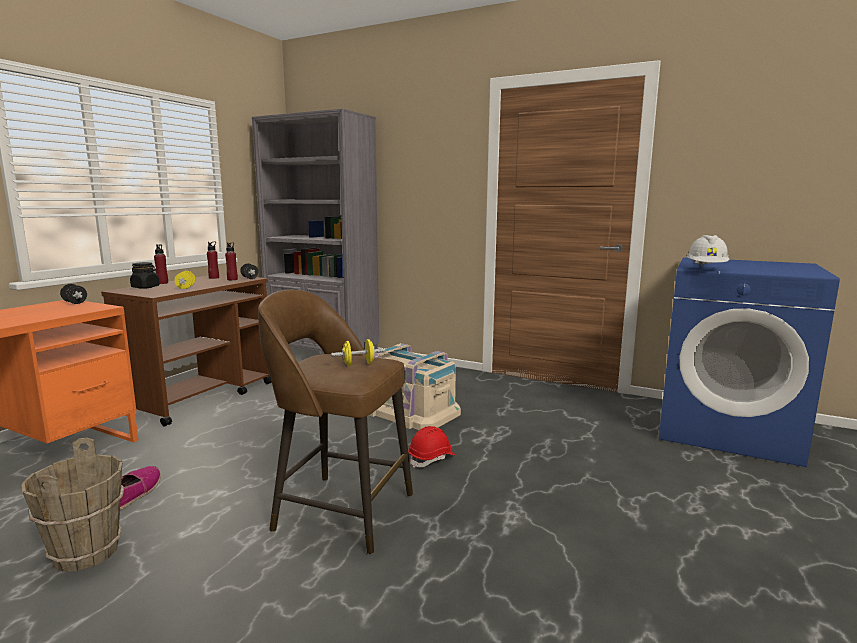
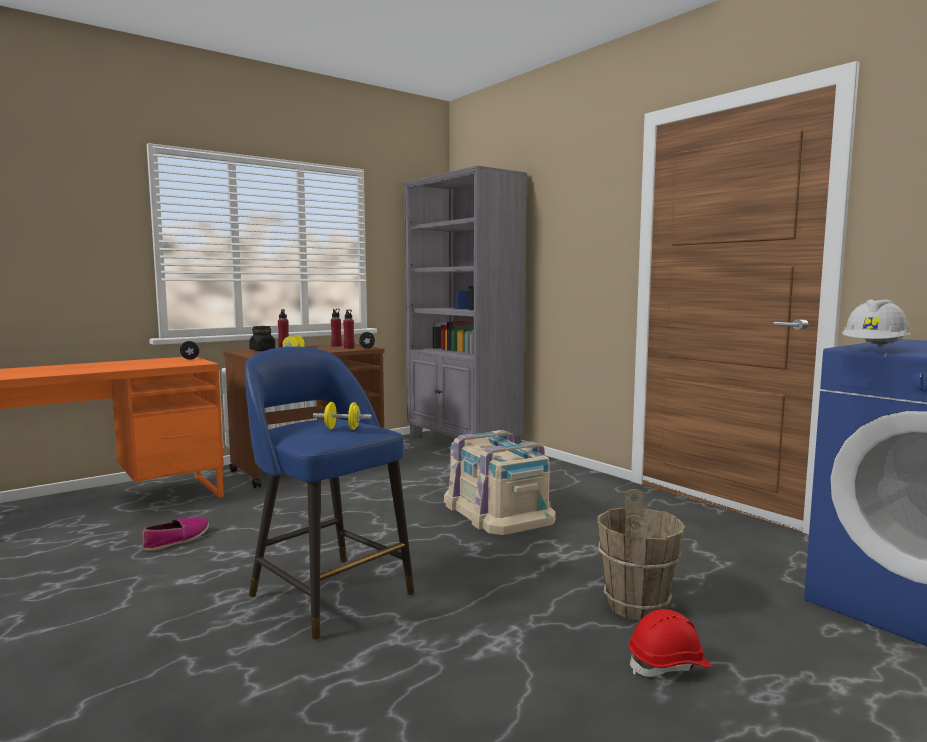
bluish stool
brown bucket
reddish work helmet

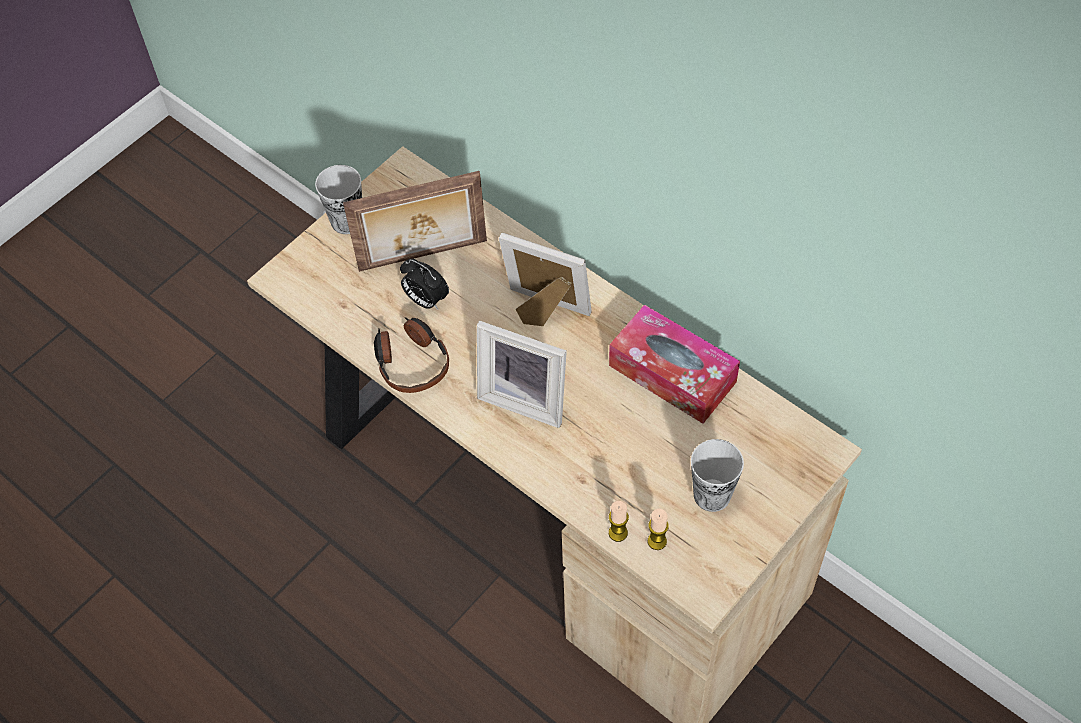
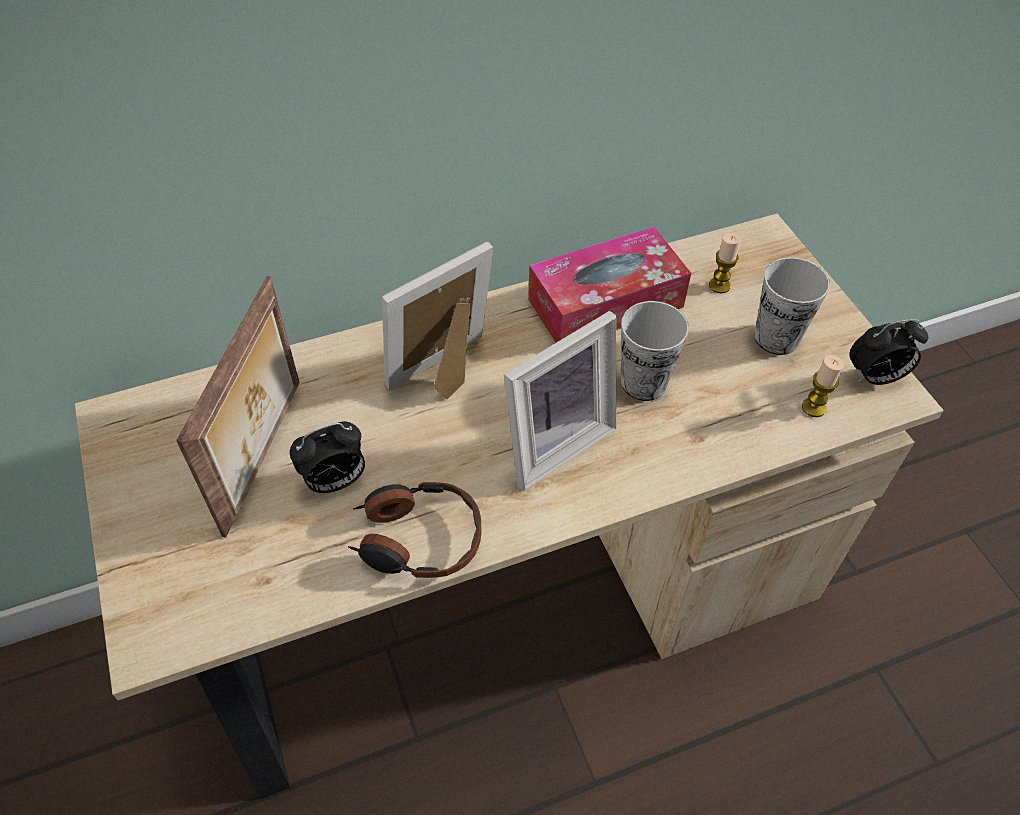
cup (1st from left)
wax light (1st from left)
alarm clock (2nd from left)

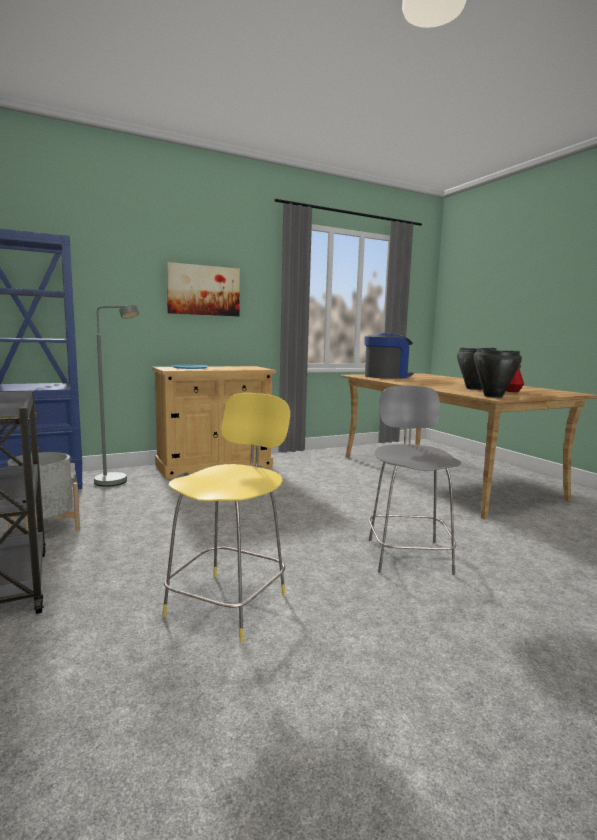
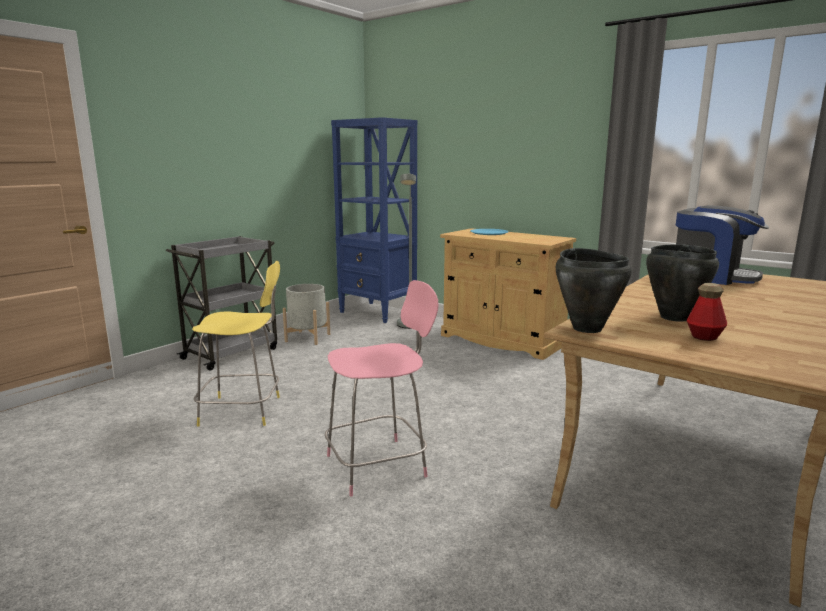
pink-coloured stool
wall art

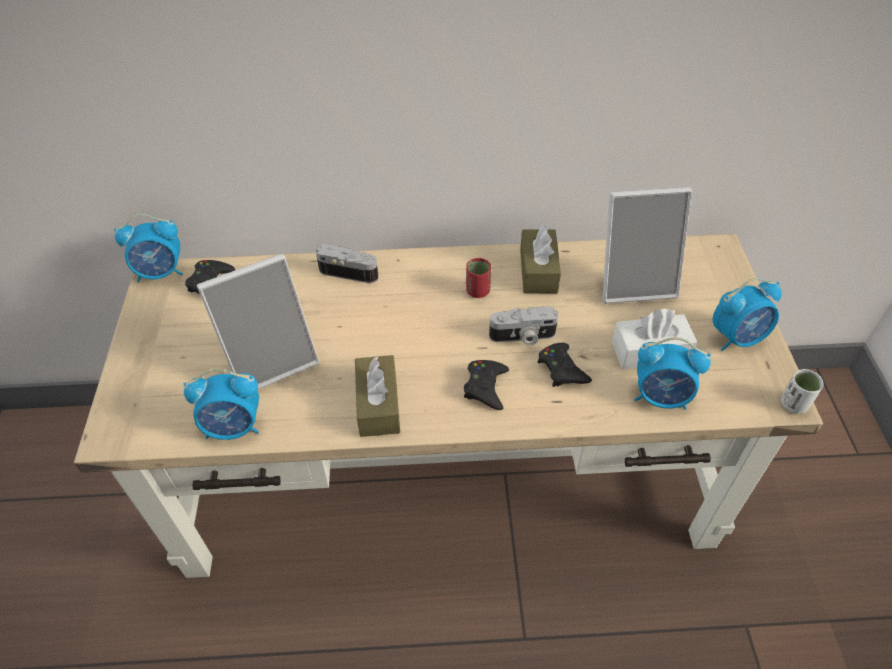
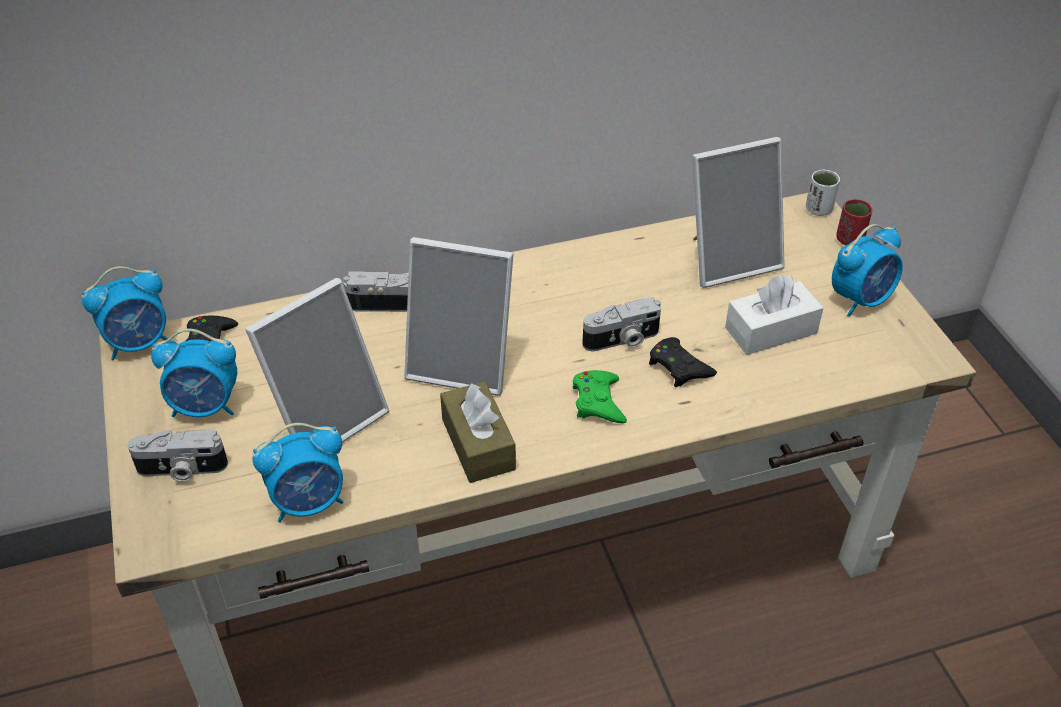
photo camera (1st from left)
alarm clock (2nd from left)
picture frame (2nd from left)
greenish gamepad
whitish cup
reddish cup
brown box of tissues (2nd from left in the first image)

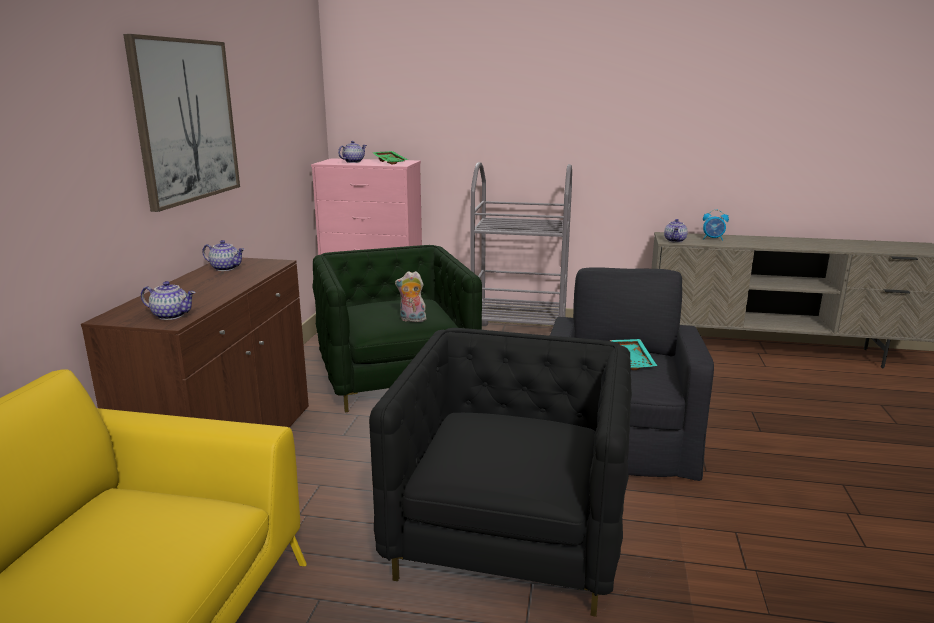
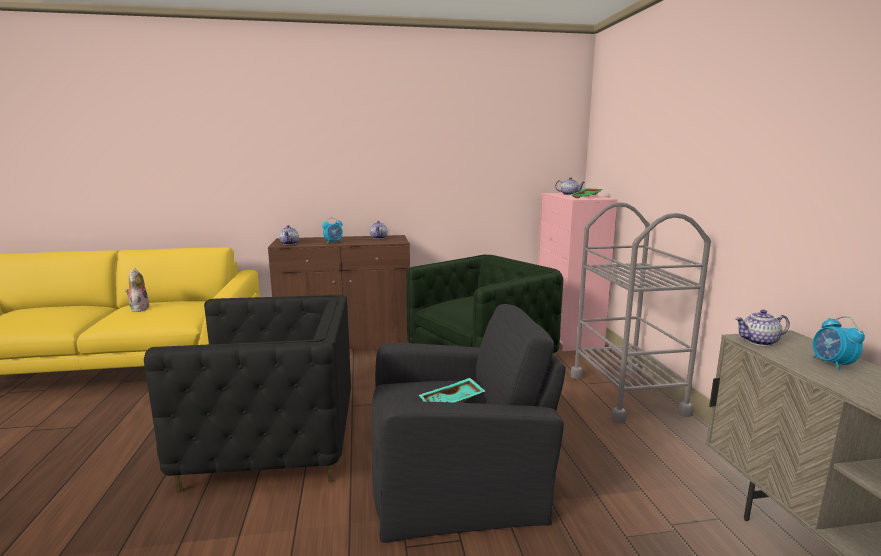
soft toy
alarm clock (1st from left)
wall art

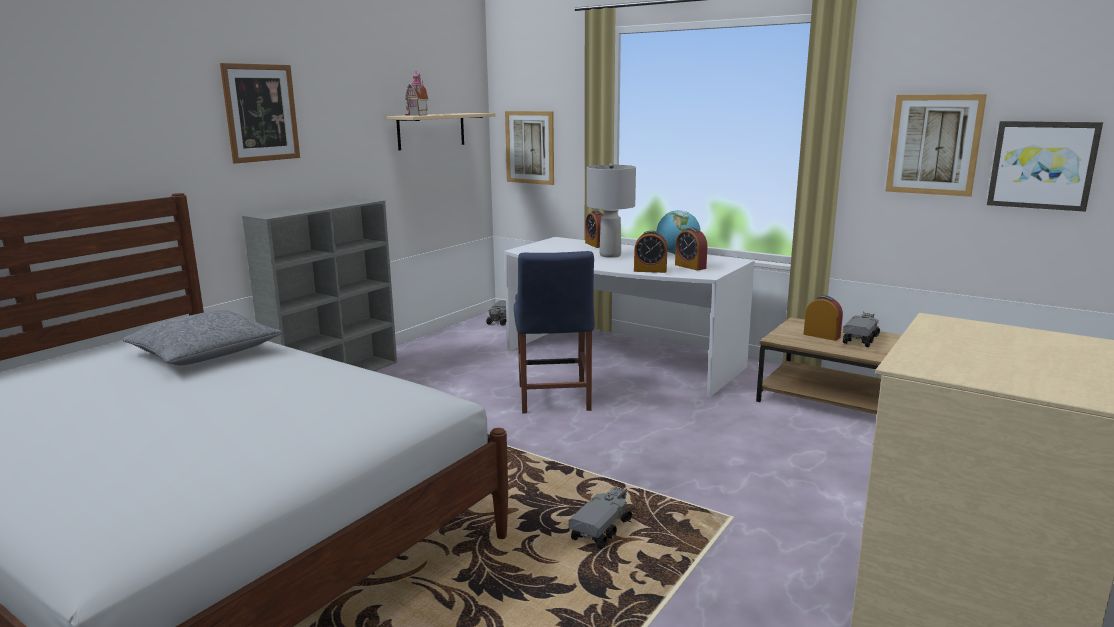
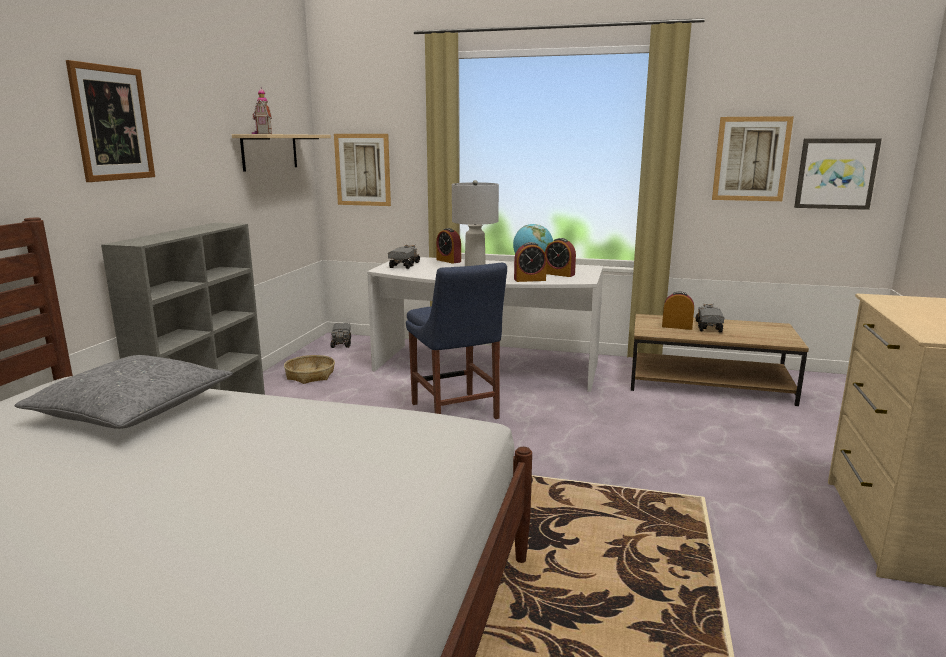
basket
model truck (2nd from left)

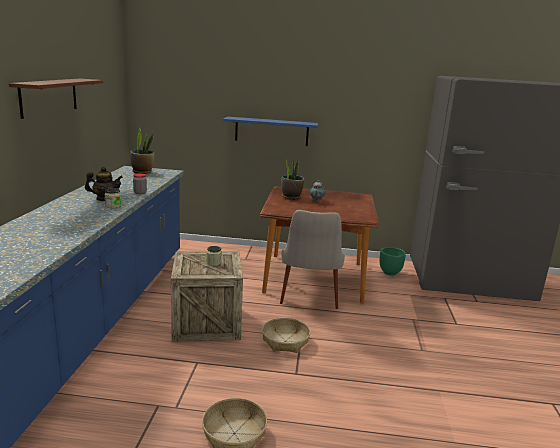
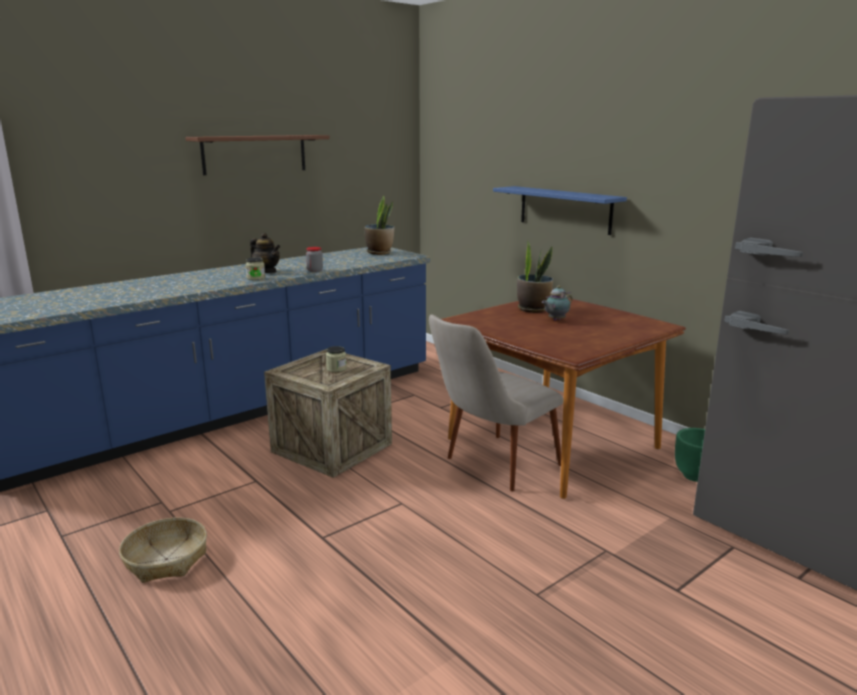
basket (2nd from left in the first image)

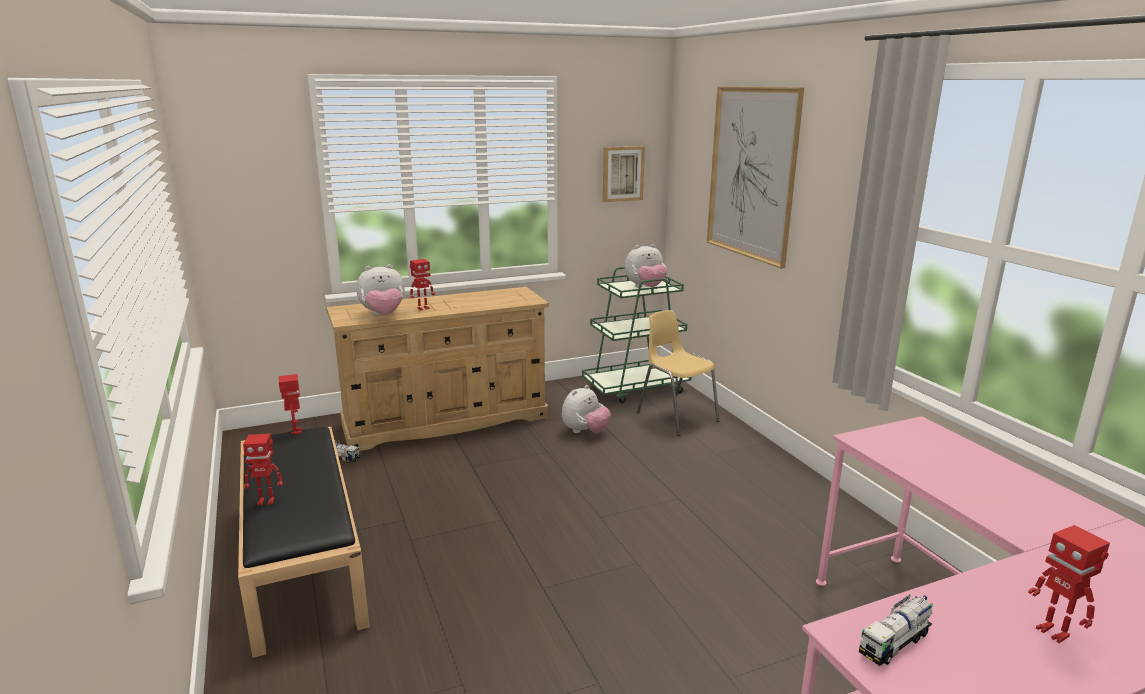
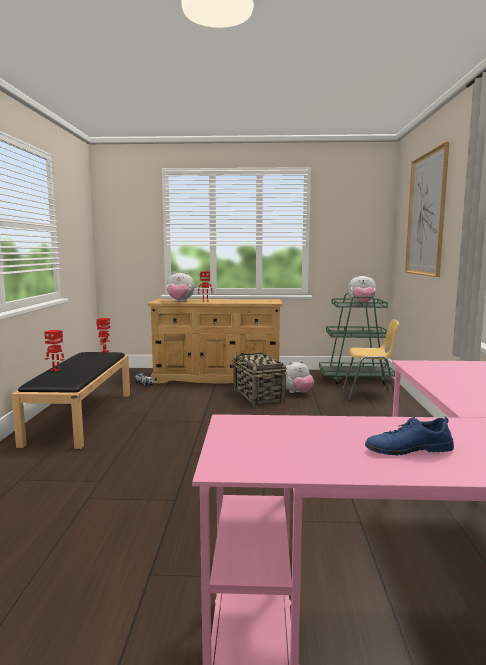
basket
yellowish chair
bluish low shoe
wall art (1st from left in the first image)
model truck (2nd from left in the first image)

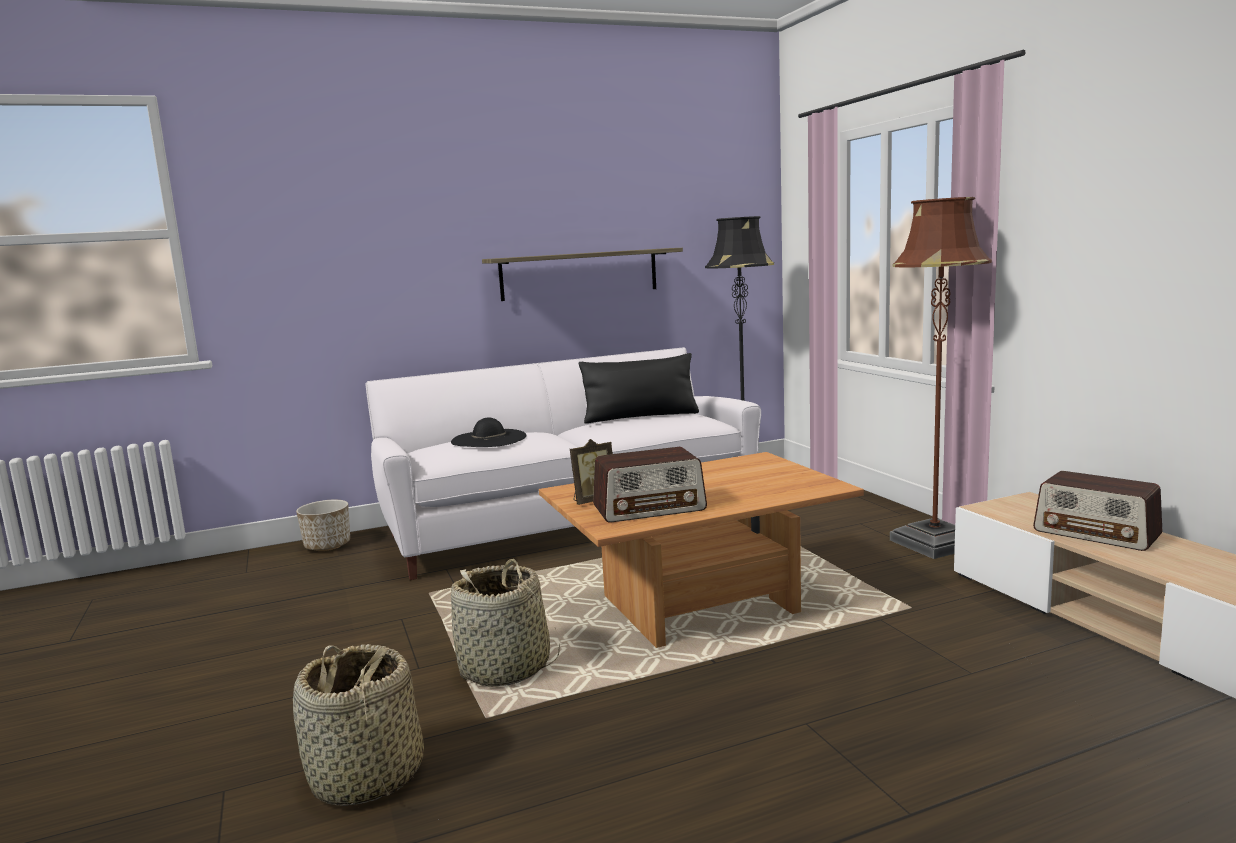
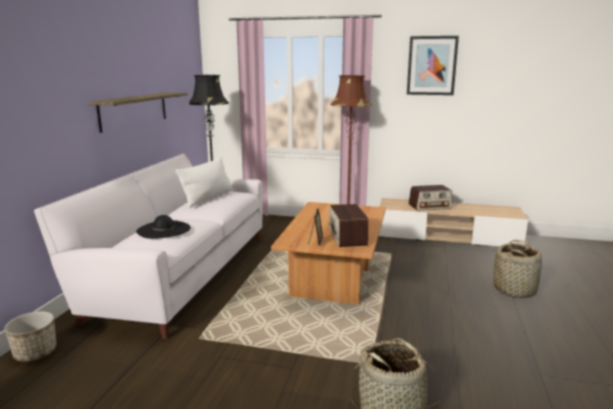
whitish pillow
radio (1st from left)
wall art
basket (2nd from left)

